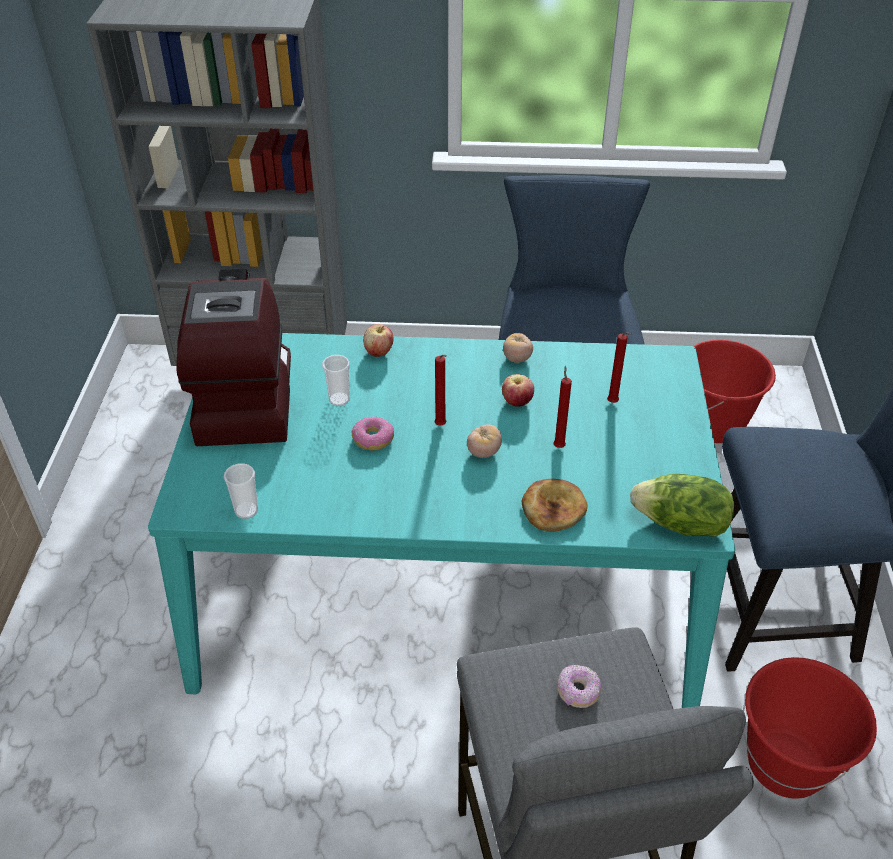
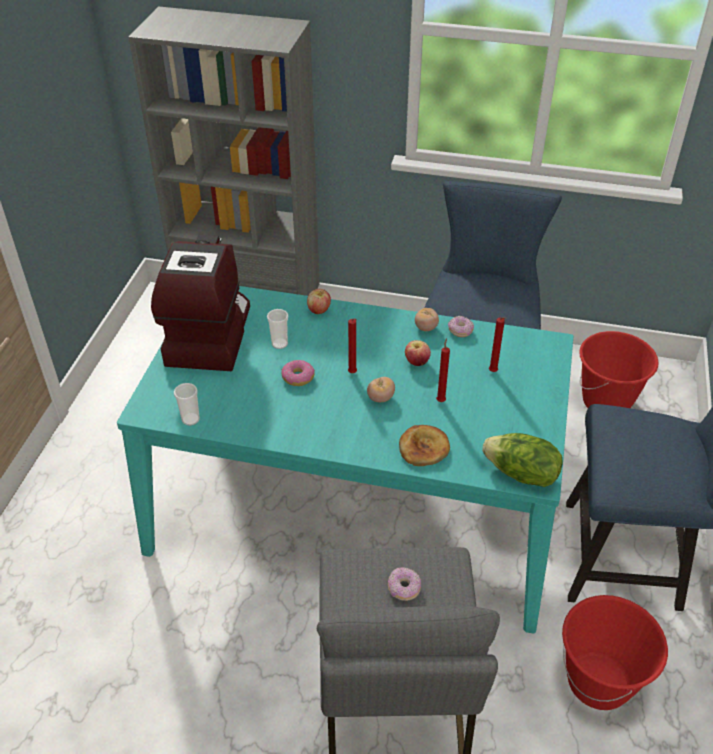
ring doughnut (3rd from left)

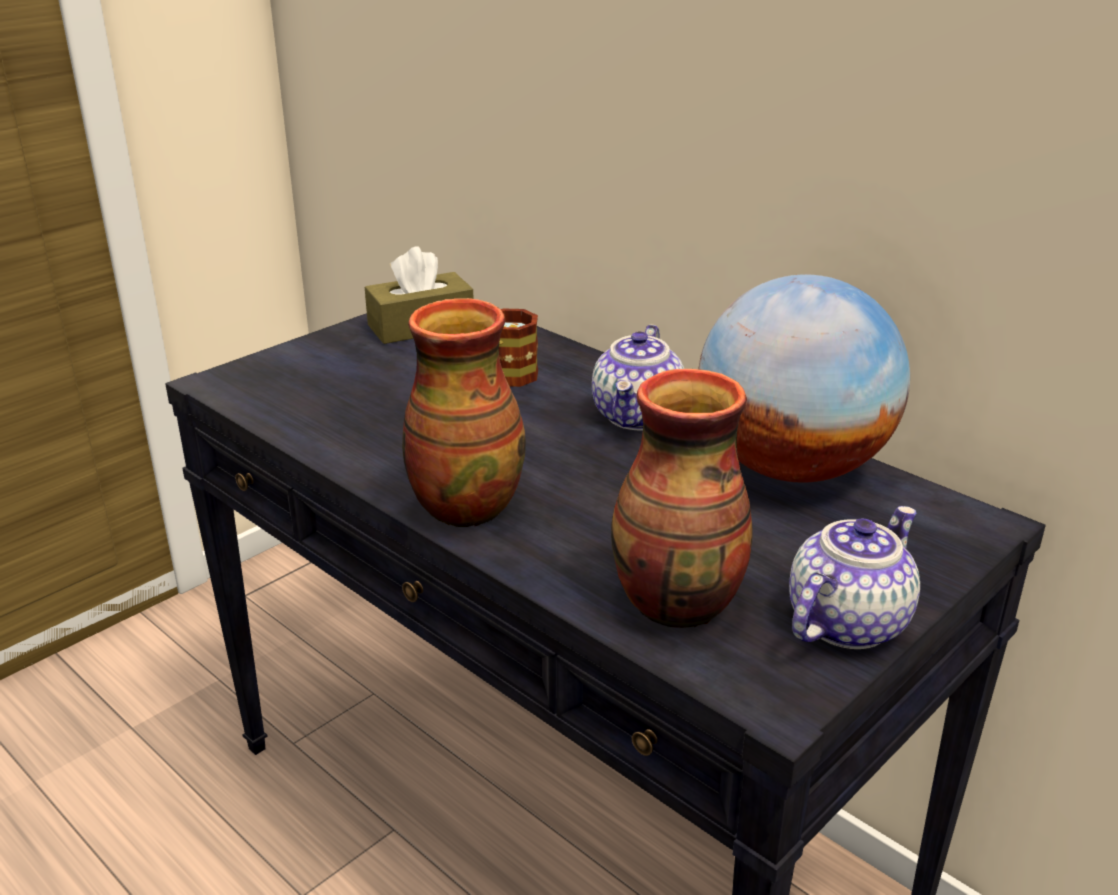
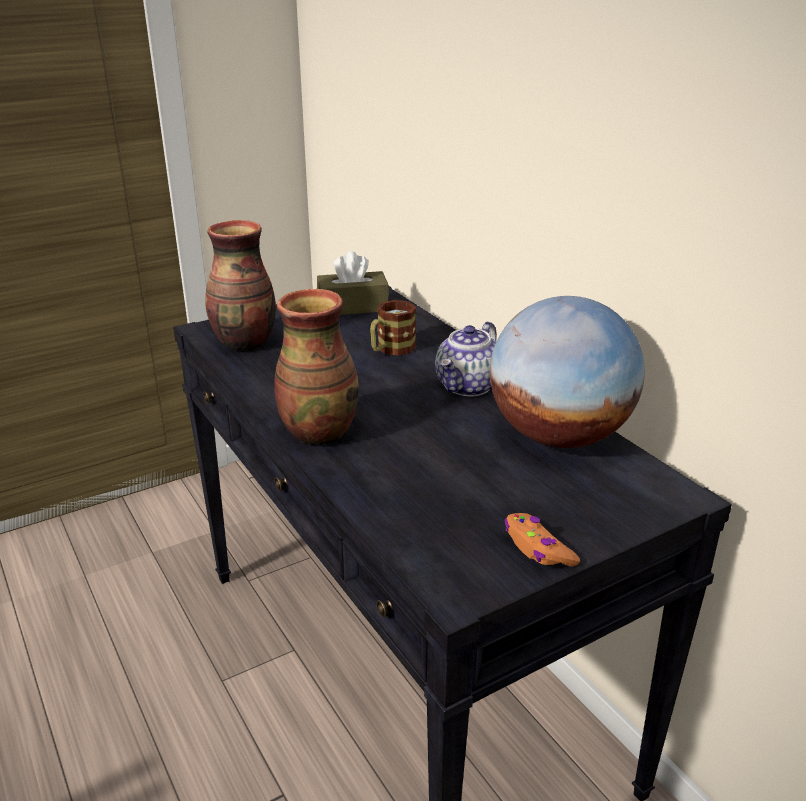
decorative vase (1st from left)
orange gamepad

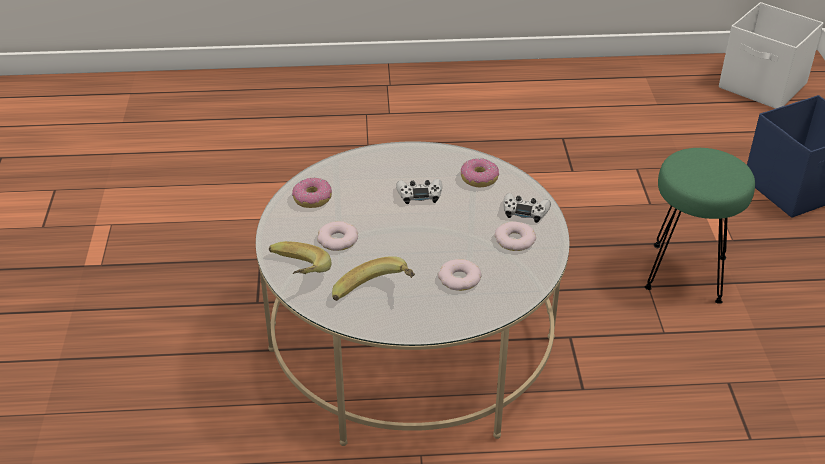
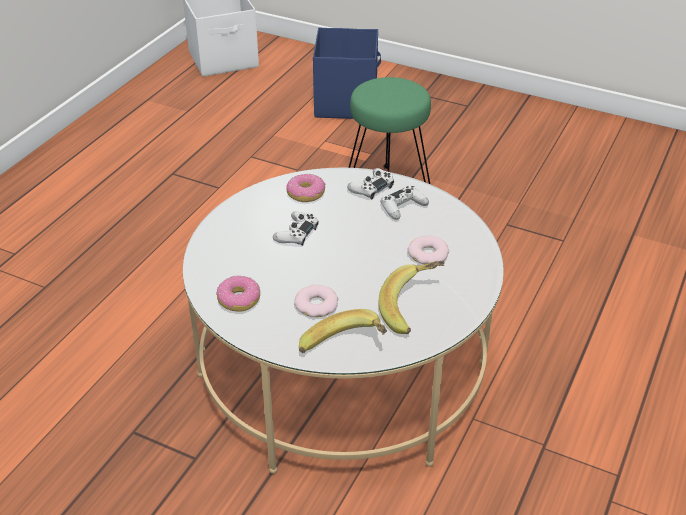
whitish gamepad (3rd from left)

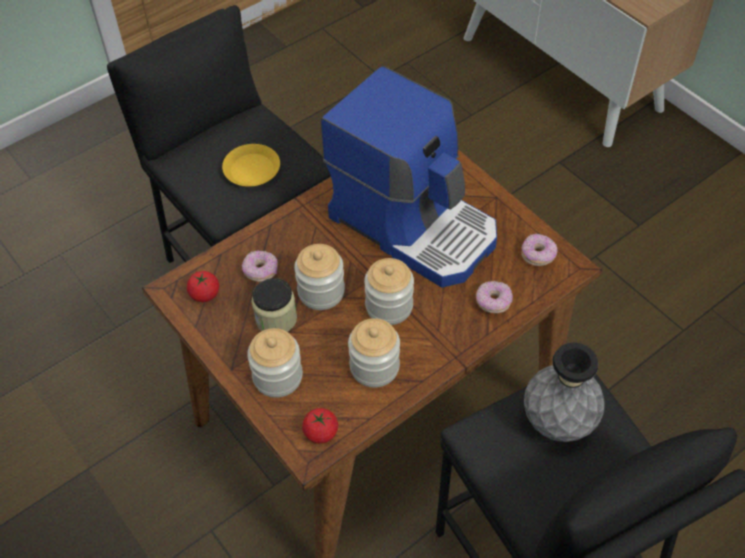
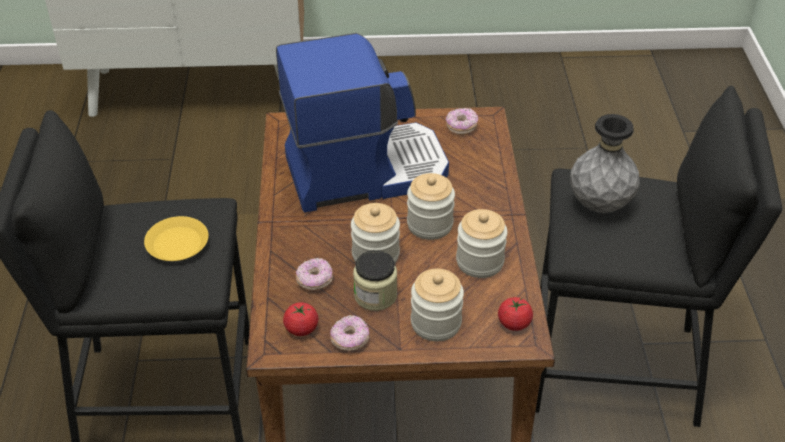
ring doughnut (2nd from left)

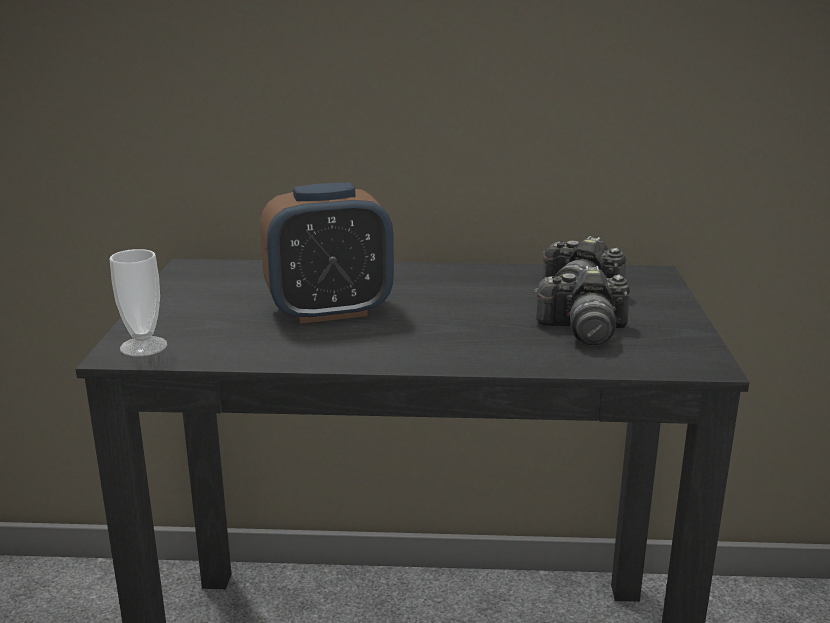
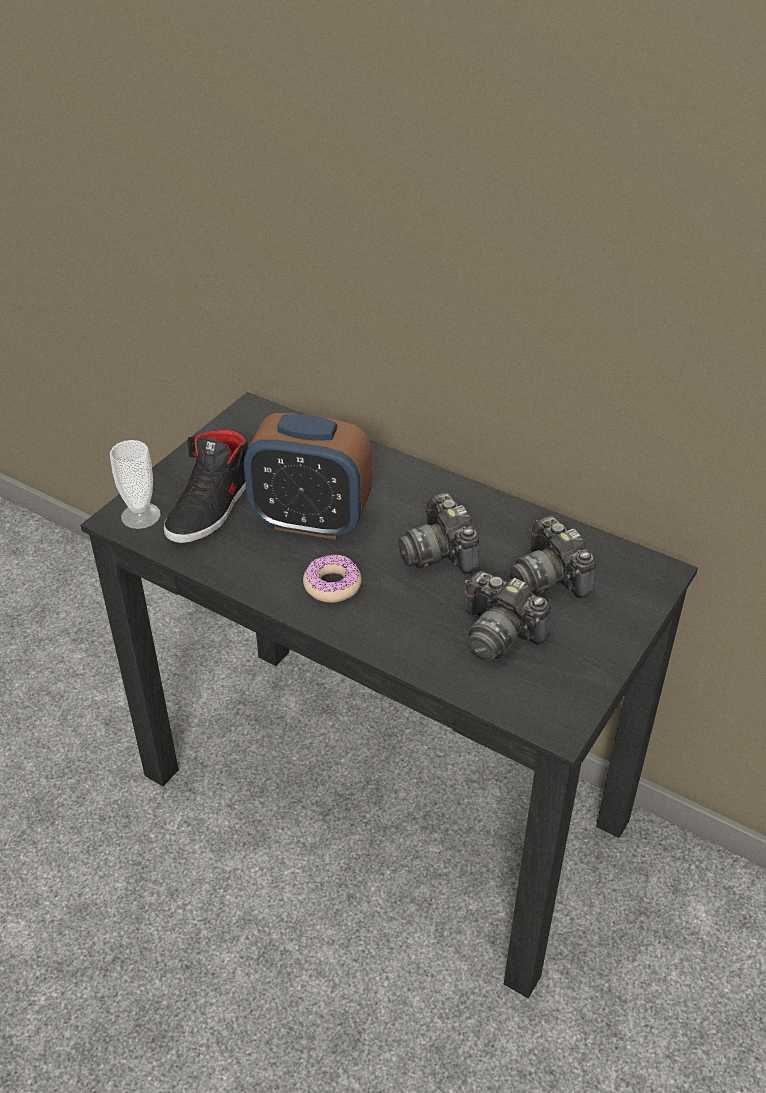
black-coloured low shoe
ring doughnut
photo camera (1st from left)

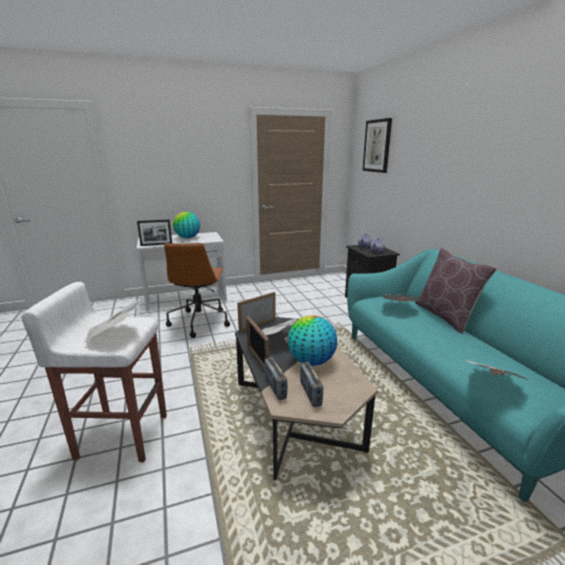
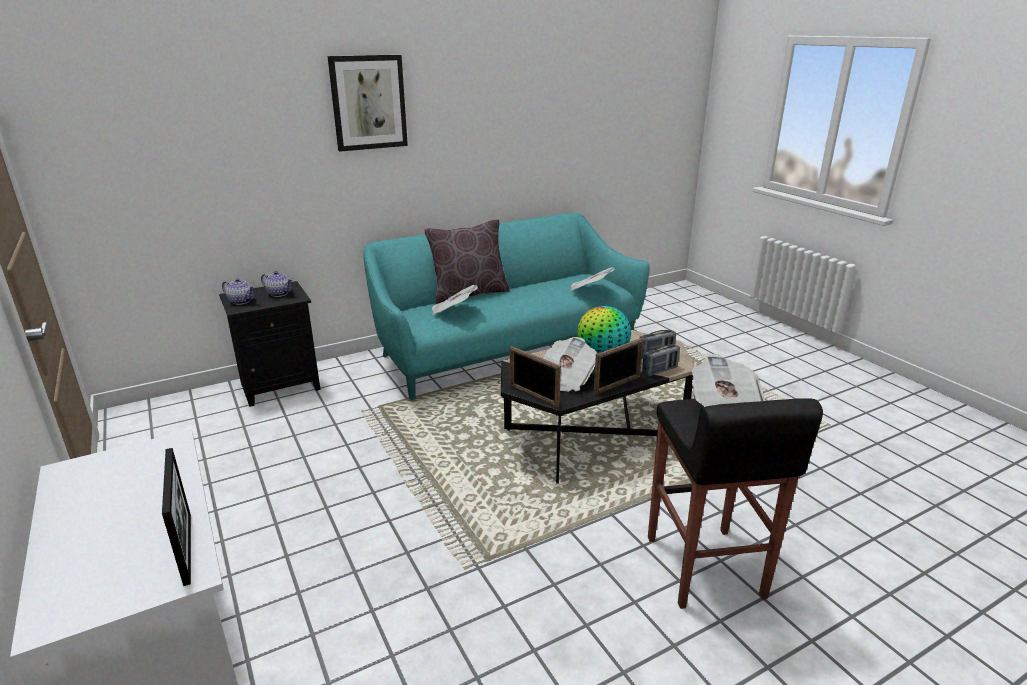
wall art
black-coloured stool
brown computer chair
globe (1st from left in the first image)

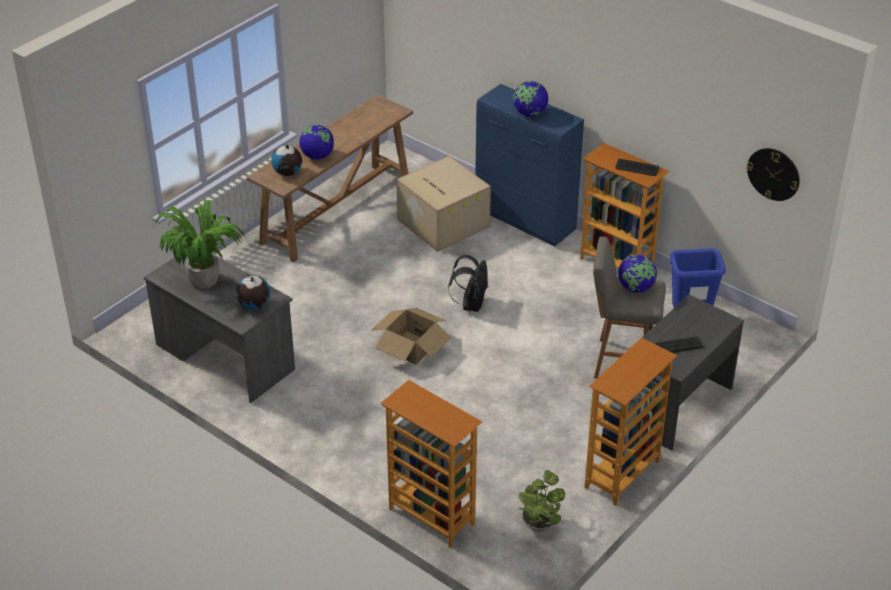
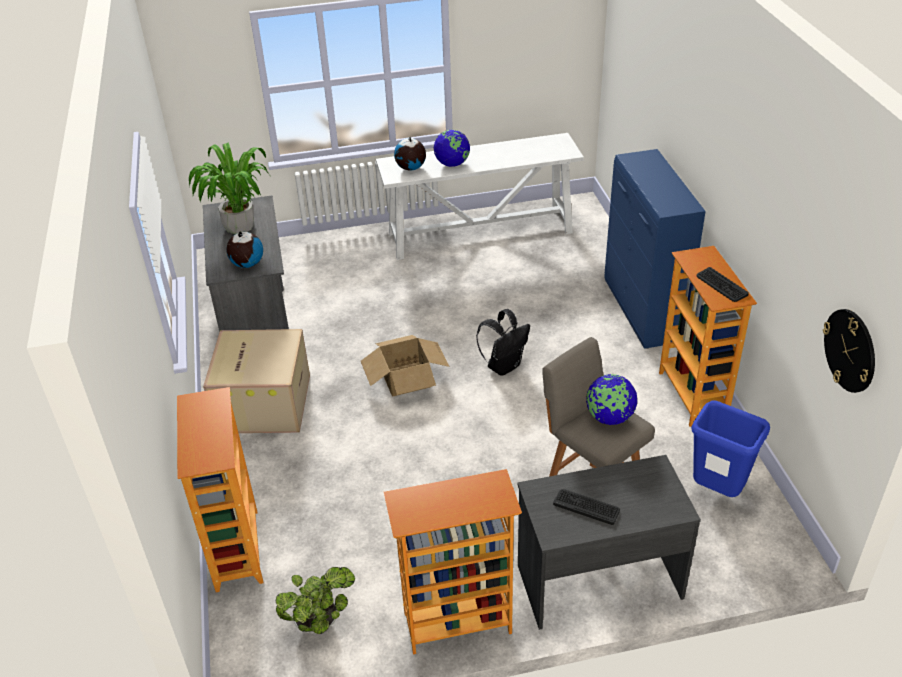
carton (1st from left)
whitish hall table
globe (4th from left in the first image)

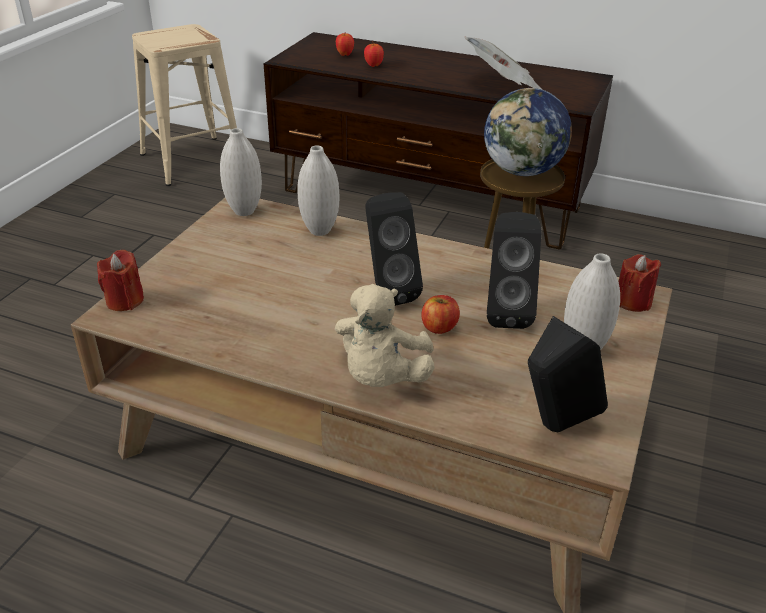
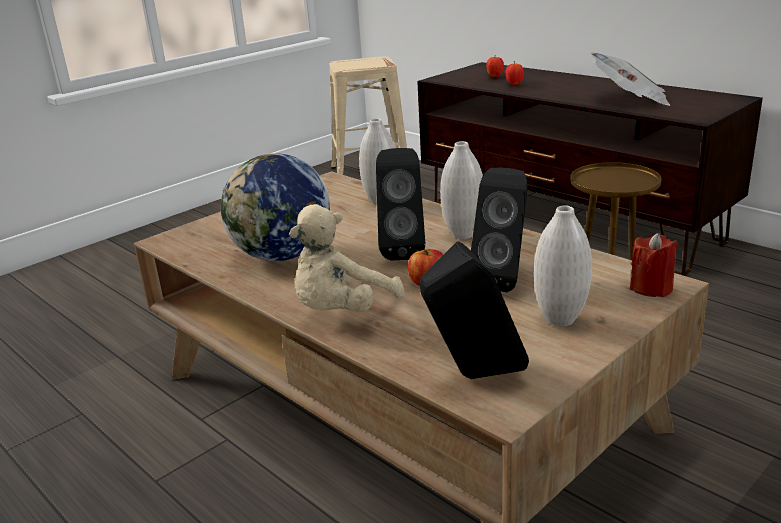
globe
whitish decorative vase (2nd from left)
reddish wax light (1st from left in the first image)

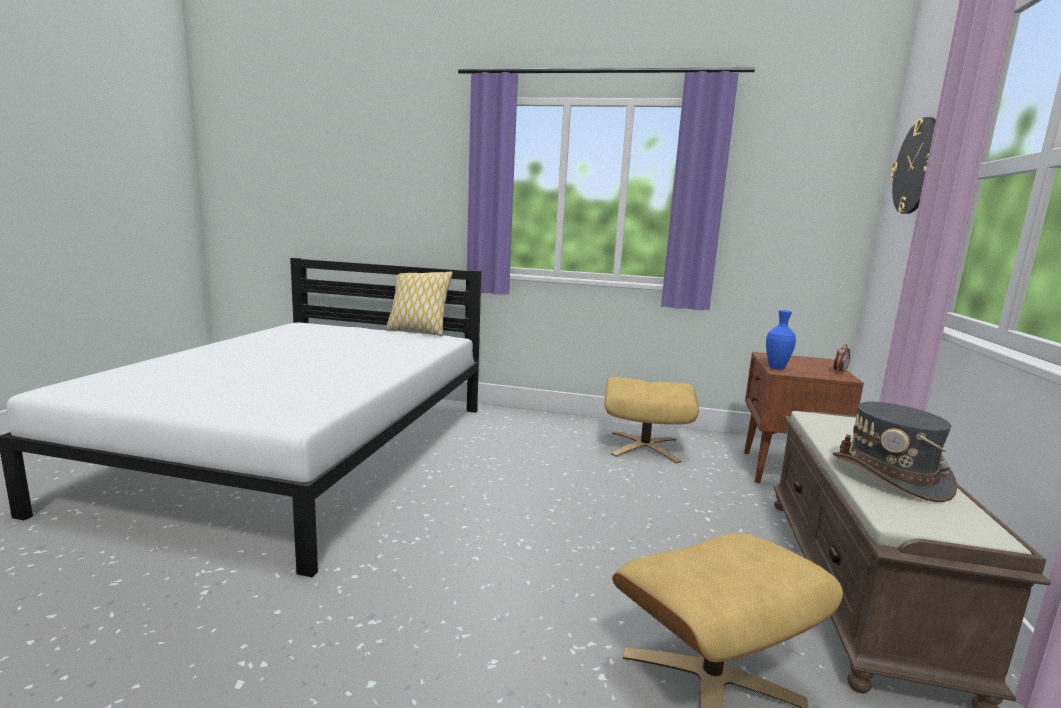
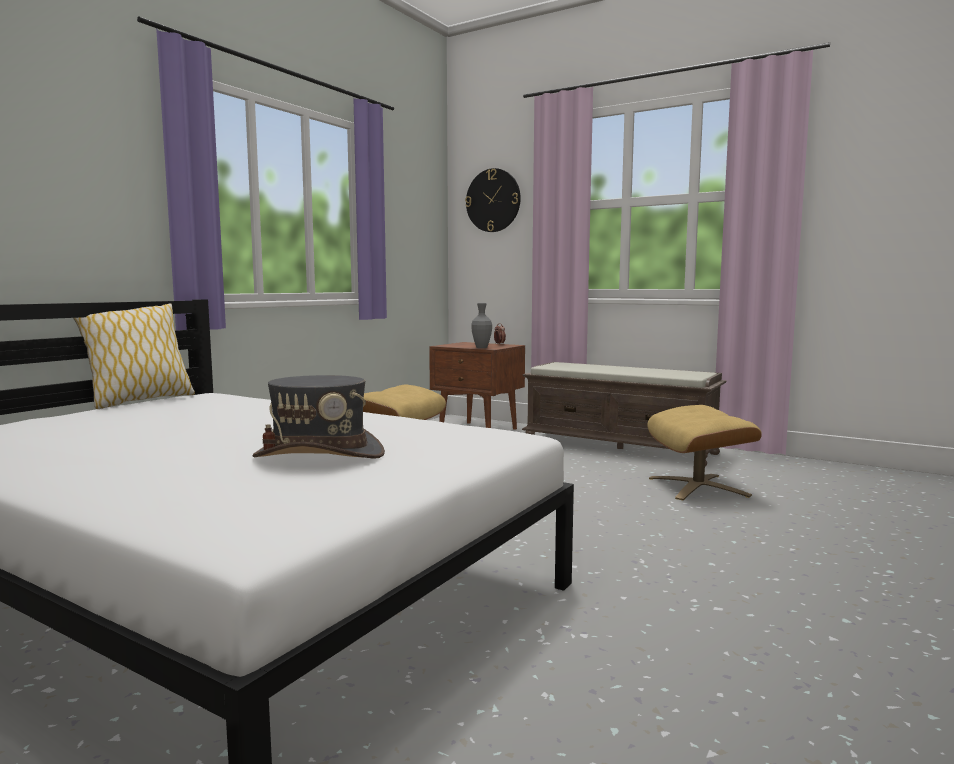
grey wearable hat
grey decorative vase

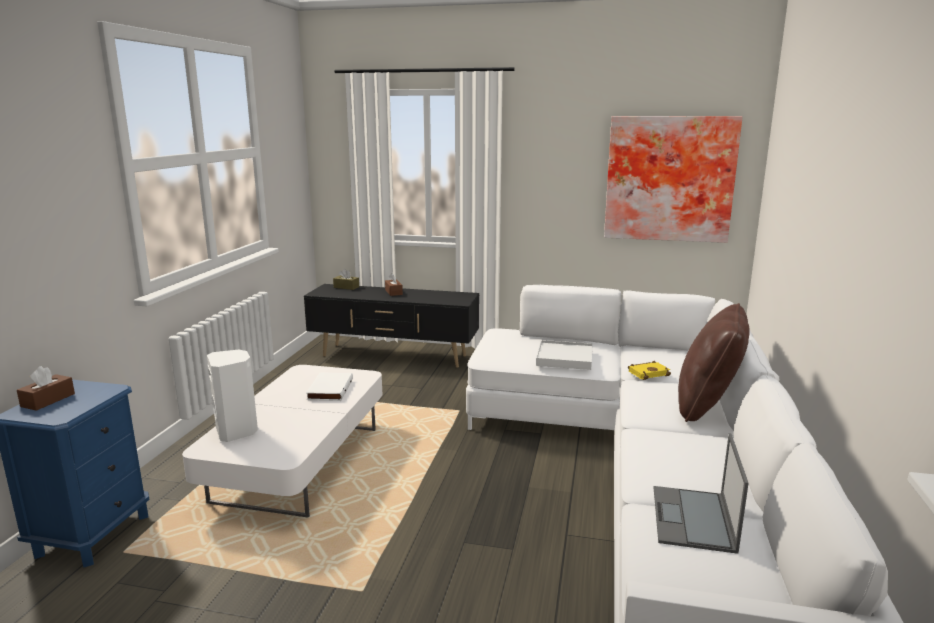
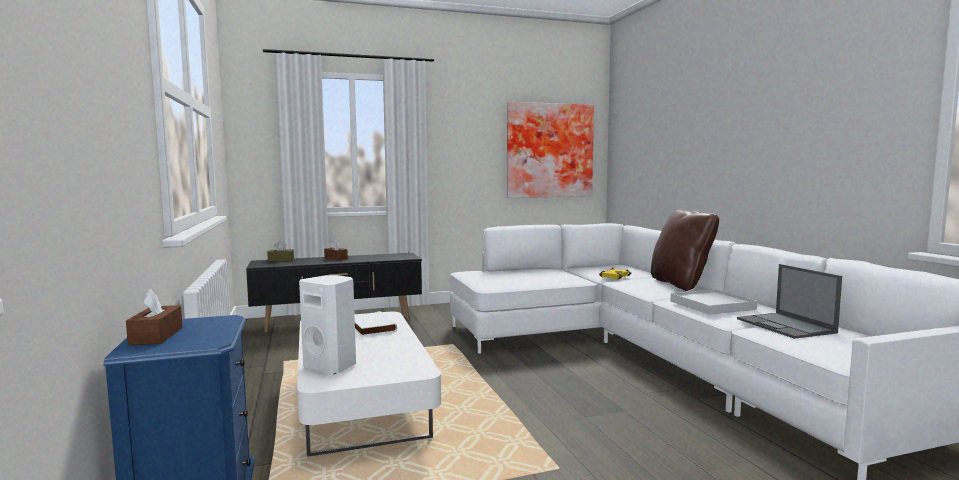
whitish tray

